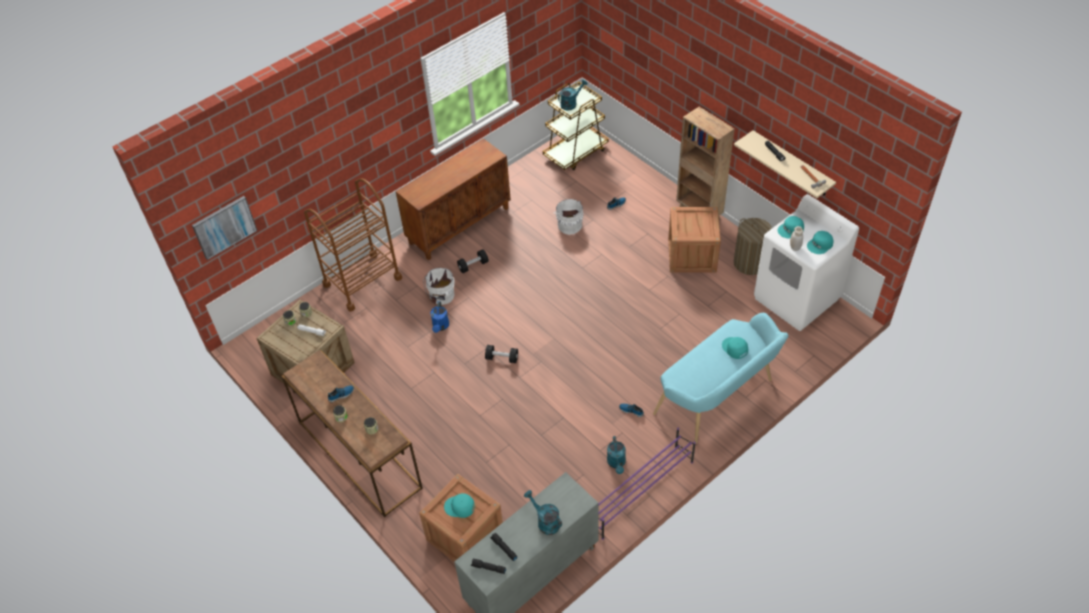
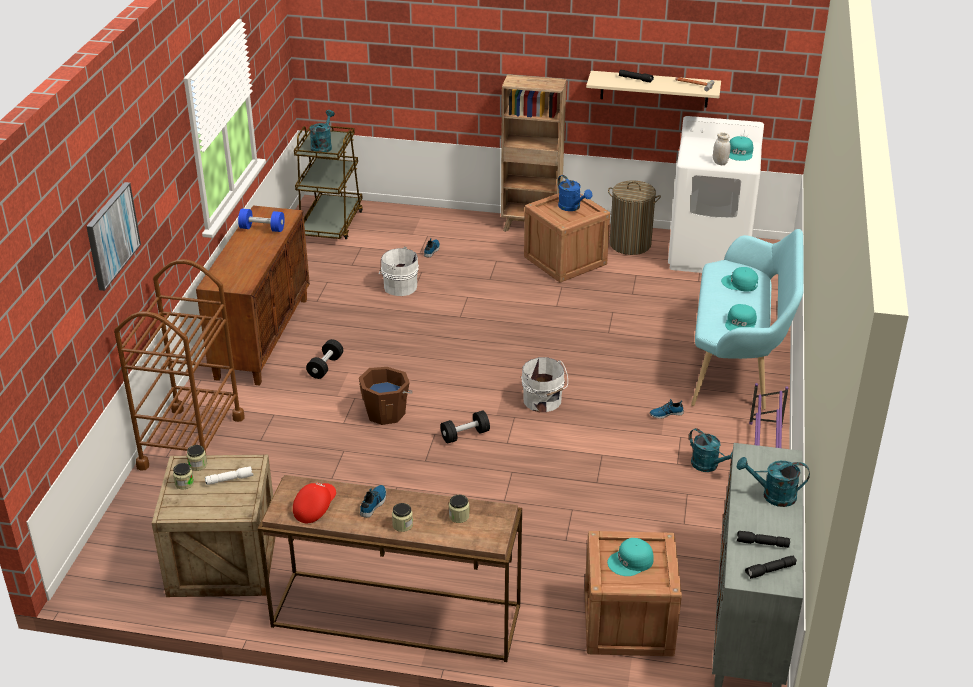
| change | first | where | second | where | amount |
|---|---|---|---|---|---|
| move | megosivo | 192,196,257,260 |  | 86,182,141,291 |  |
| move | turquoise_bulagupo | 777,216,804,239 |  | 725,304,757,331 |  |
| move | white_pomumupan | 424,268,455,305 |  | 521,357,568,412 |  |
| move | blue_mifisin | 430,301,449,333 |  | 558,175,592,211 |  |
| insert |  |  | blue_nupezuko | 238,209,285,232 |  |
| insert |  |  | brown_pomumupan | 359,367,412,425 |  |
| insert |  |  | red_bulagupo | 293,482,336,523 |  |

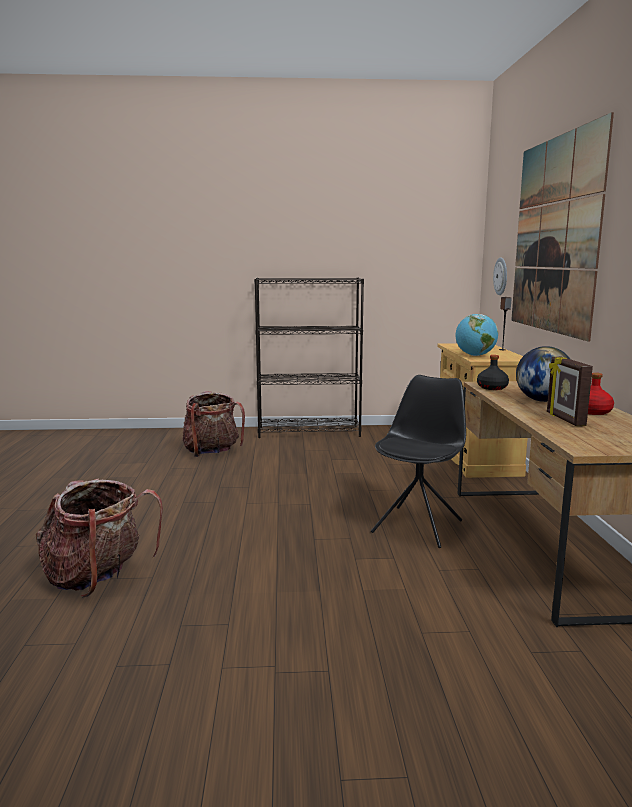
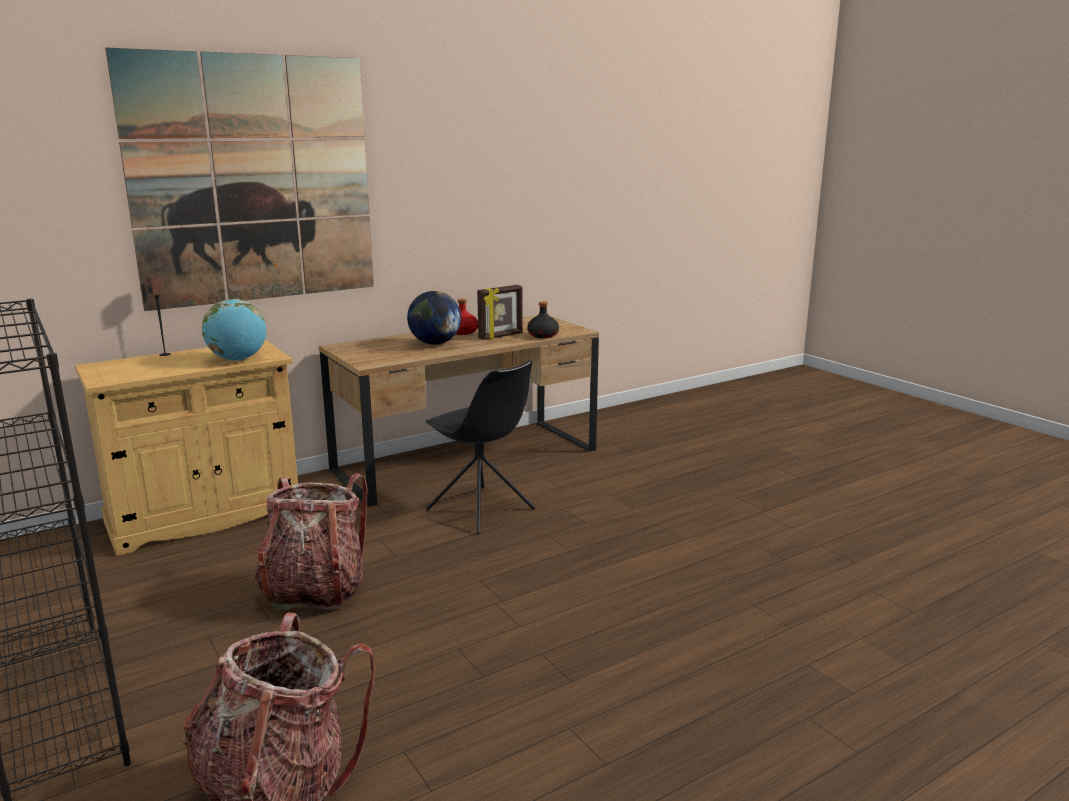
| change | first | where | second | where | amount |
|---|---|---|---|---|---|
| delete | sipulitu | 493,258,507,295 |  |  |  |
| move | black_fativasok | 477,355,509,390 |  | 527,301,559,338 |  |
| rotate | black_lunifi | 371,375,466,548 |  | 426,360,535,534 | 135 degrees counterclockwise |
| move | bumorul | 36,478,163,598 |  | 255,473,368,610 |  |

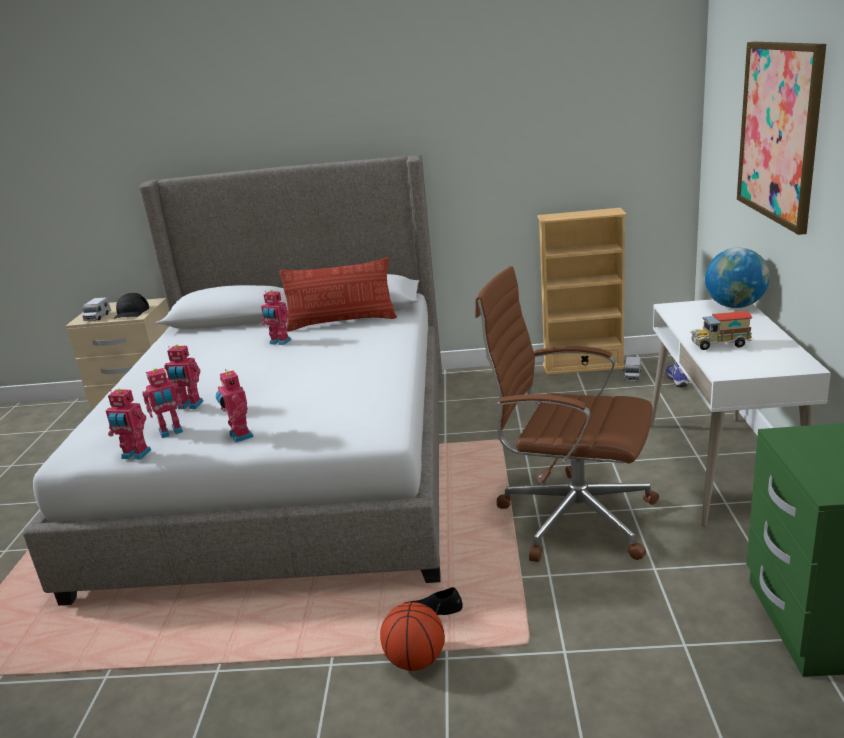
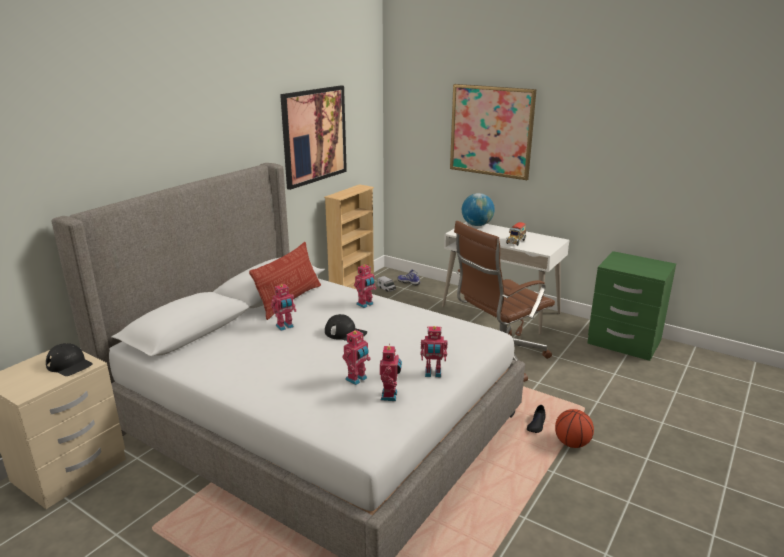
| change | first | where | second | where | amount |
|---|---|---|---|---|---|
| delete | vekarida | 82,297,111,321 |  |  |  |
| move | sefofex | 106,389,151,460 |  | 354,264,376,308 |  |
| insert |  |  | megosivo | 280,85,347,190 |  |
| insert |  |  | black_bulagupo | 325,314,367,341 |  |

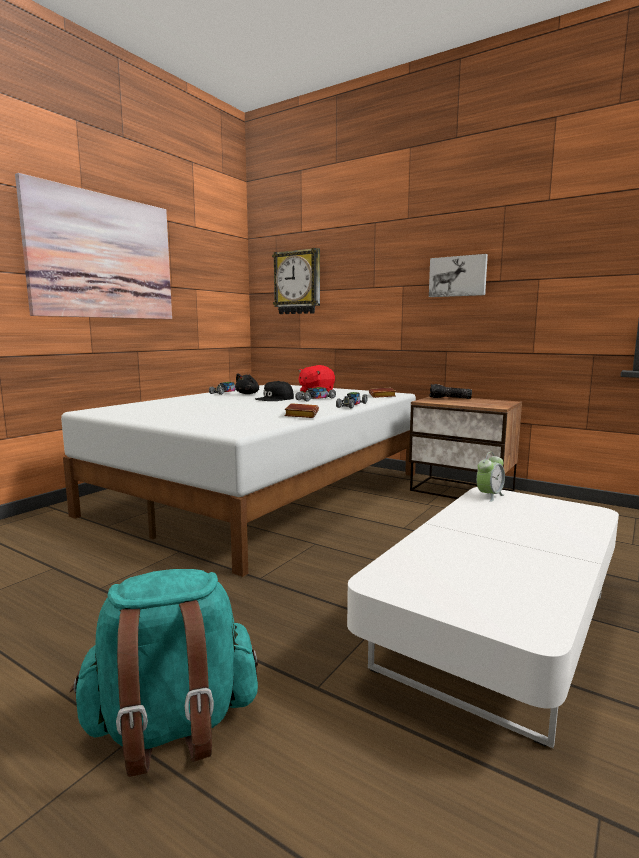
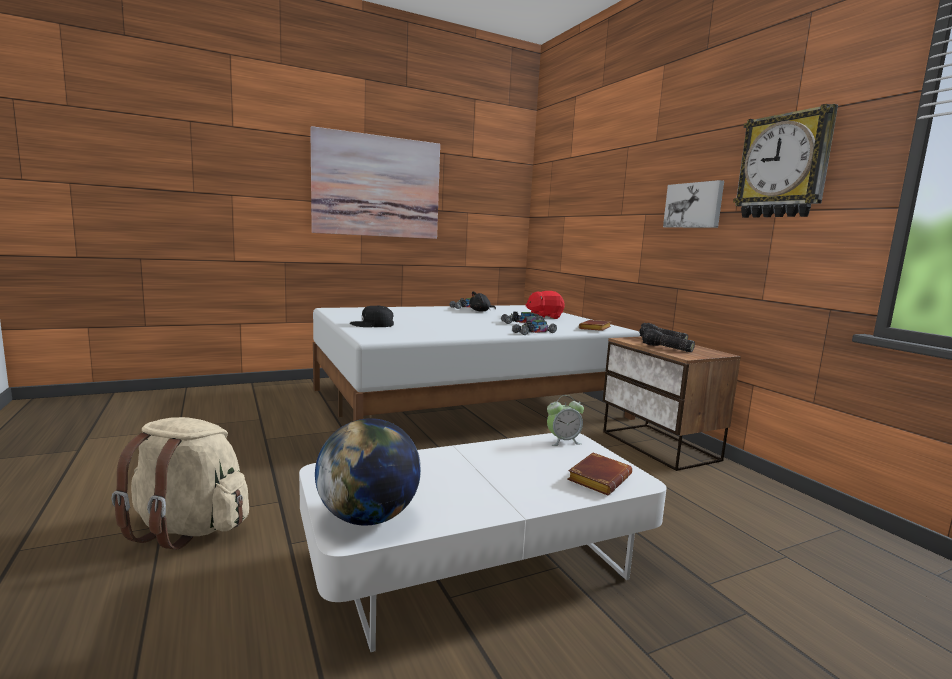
| change | first | where | second | where | amount |
|---|---|---|---|---|---|
| move | sipulitu | 272,248,320,314 |  | 733,104,838,218 |  |
| move | black_bulagupo | 255,381,294,401 |  | 350,305,394,327 |  |
| move | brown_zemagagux | 284,403,319,418 |  | 567,453,632,495 |  |
| recolor | turquoise_bumorul | 70,569,258,777 | beige_bumorul | 111,417,249,550 |  |
| insert |  |  | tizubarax | 642,328,695,352 |  |
| insert |  |  | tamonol | 315,418,421,525 |  |

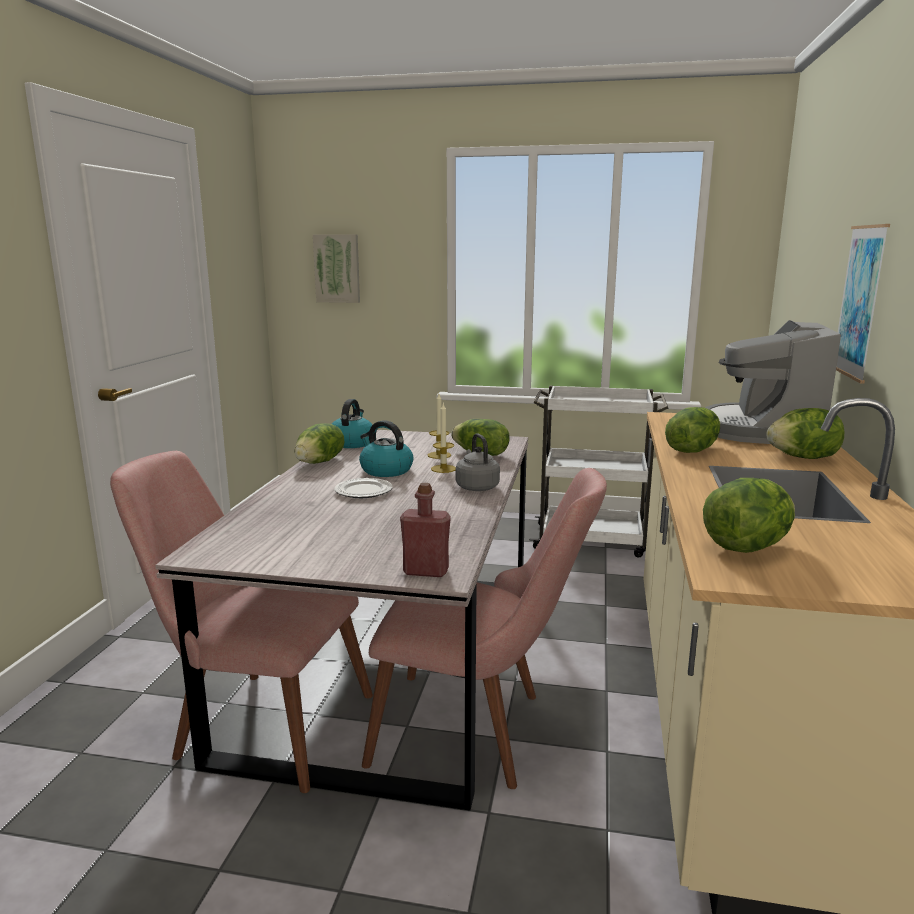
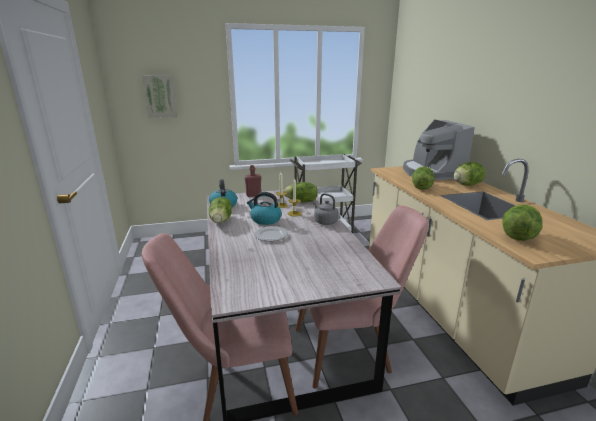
| change | first | where | second | where | amount |
|---|---|---|---|---|---|
| delete | megosivo | 836,224,890,384 |  |  |  |
| move | red_fativasok | 400,483,451,577 |  | 245,165,261,197 |  |

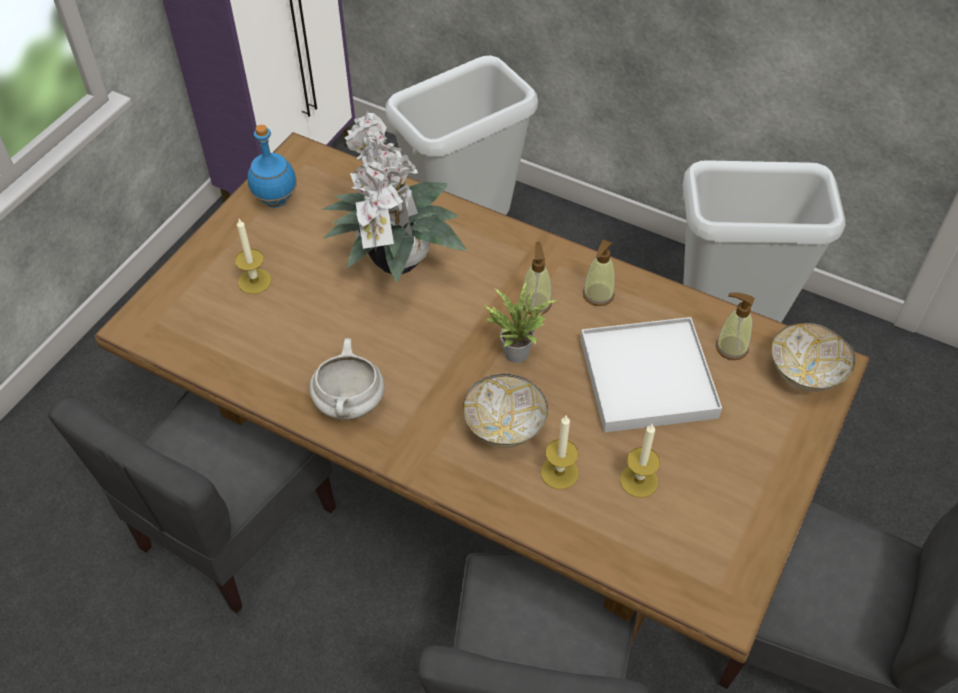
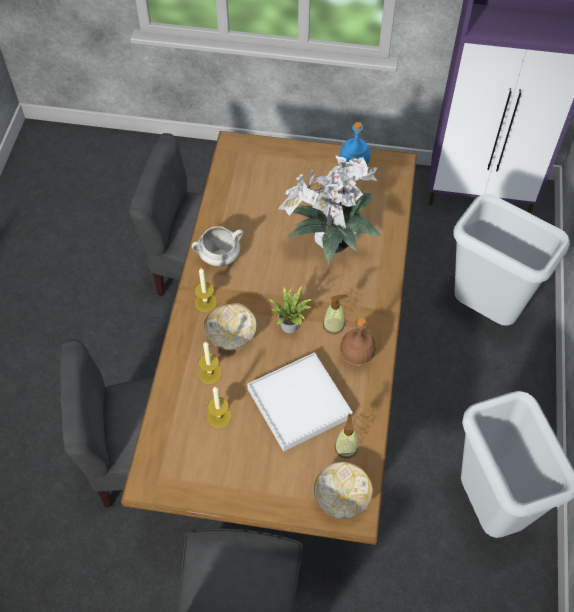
| change | first | where | second | where | amount |
|---|---|---|---|---|---|
| move | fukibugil | 235,219,272,294 |  | 194,268,217,312 |  |
| replace | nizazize | 583,239,615,306 | brown_fativasok | 340,318,376,366 |  |

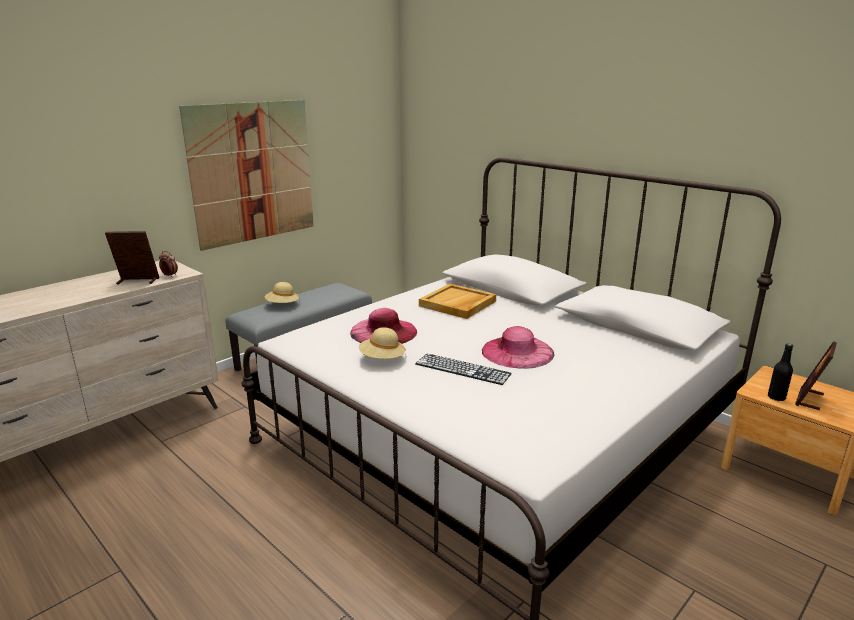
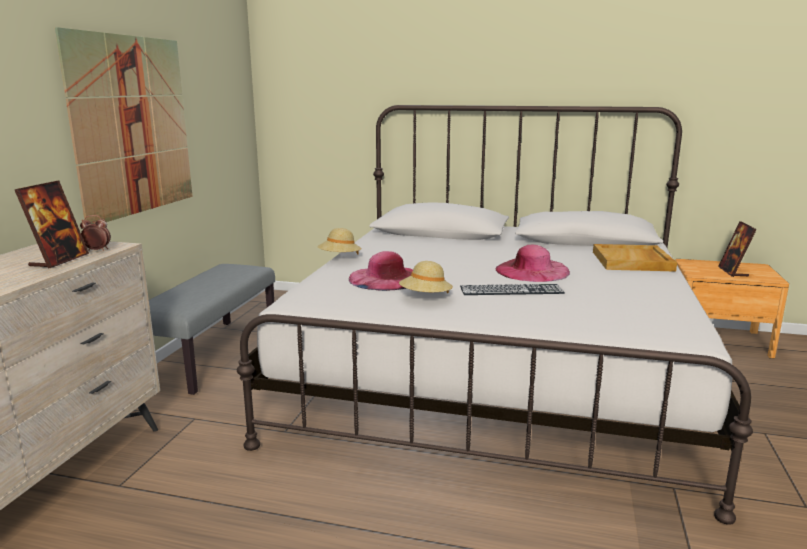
| change | first | where | second | where | amount |
|---|---|---|---|---|---|
| rotate | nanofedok | 105,231,160,285 |  | 15,180,89,269 | 135 degrees clockwise |
| move | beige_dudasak | 265,282,300,304 |  | 317,228,362,255 |  |
| move | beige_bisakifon | 419,284,496,319 |  | 593,244,677,272 |  |
| delete | black_fativasok | 768,343,793,401 |  |  |  |

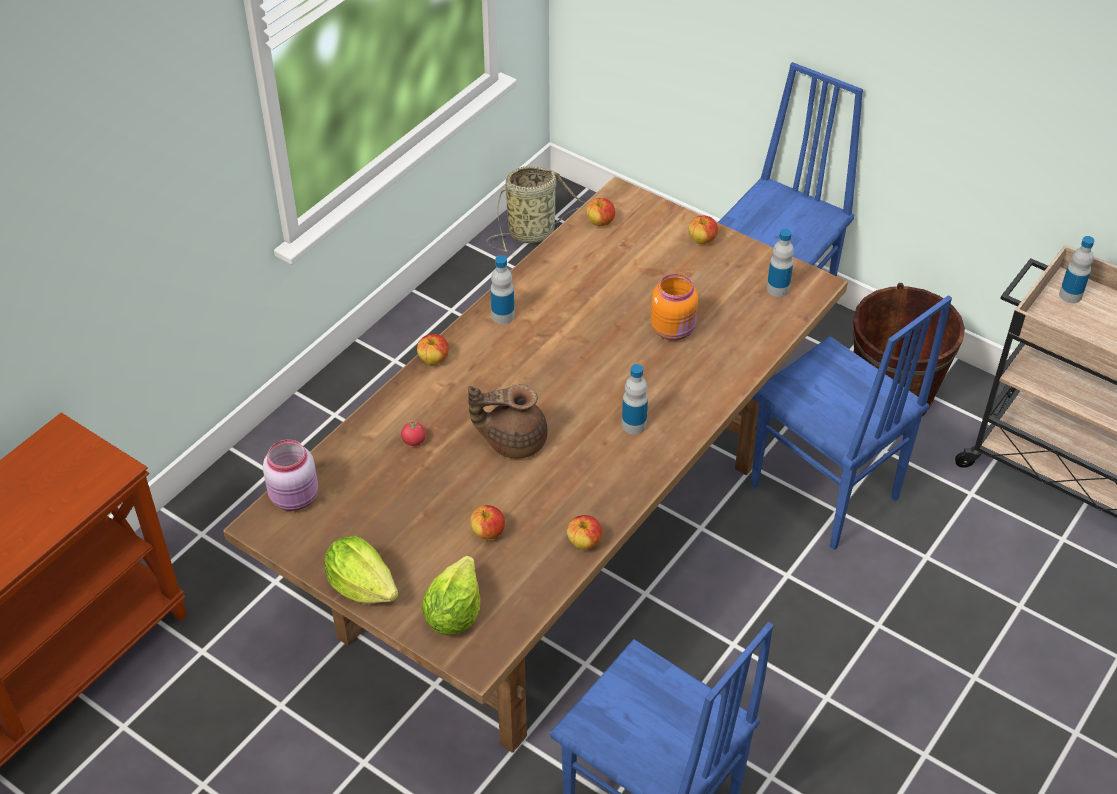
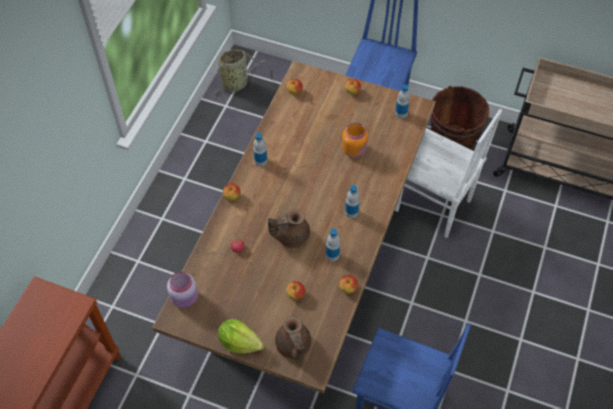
| change | first | where | second | where | amount |
|---|---|---|---|---|---|
| move | fativasok | 1059,236,1095,303 |  | 326,229,340,261 |  |
| recolor | blue_lunifi | 751,295,952,550 | white_lunifi | 395,109,502,238 |  |
| replace | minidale | 421,556,480,635 | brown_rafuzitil | 275,316,311,361 |  |

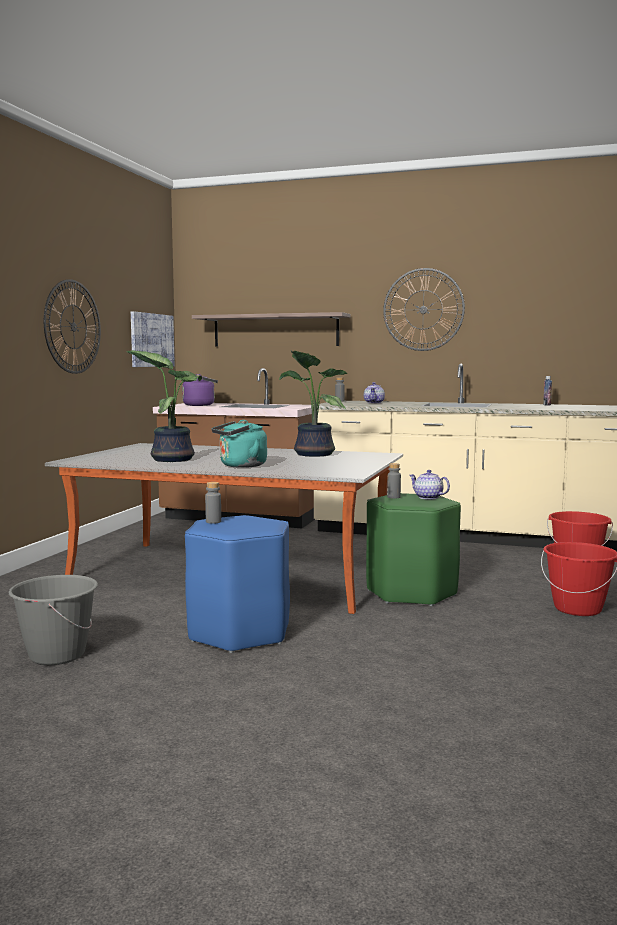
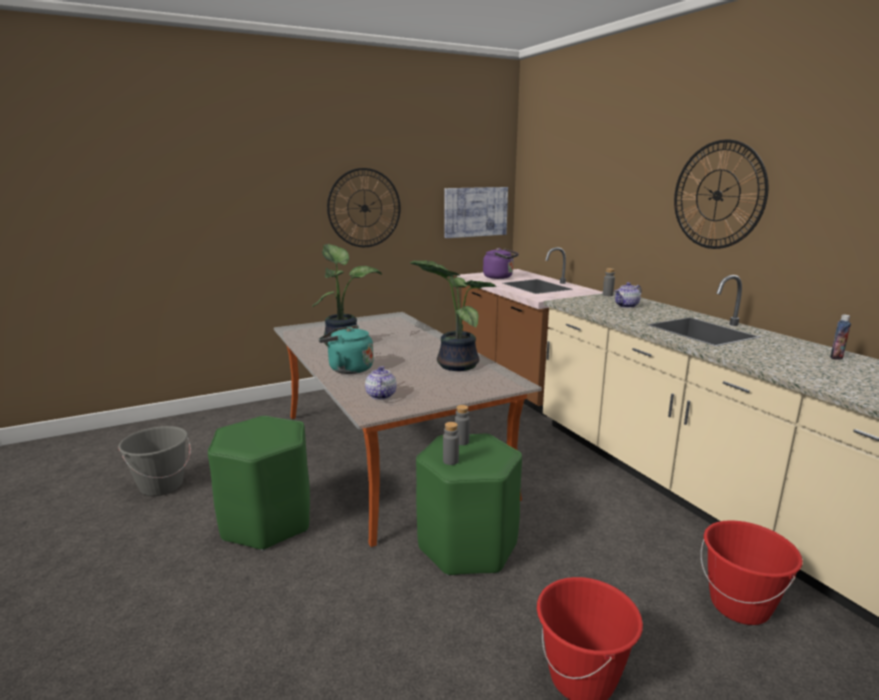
| change | first | where | second | where | amount |
|---|---|---|---|---|---|
| delete | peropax | 192,312,351,347 |  |  |  |
| move | rafuzitil | 409,470,450,499 |  | 365,366,397,400 |  |
| move | grey_fativasok | 205,482,221,524 |  | 443,422,459,465 |  |
| recolor | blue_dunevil | 185,515,290,653 | green_dunevil | 208,416,310,551 |  |

